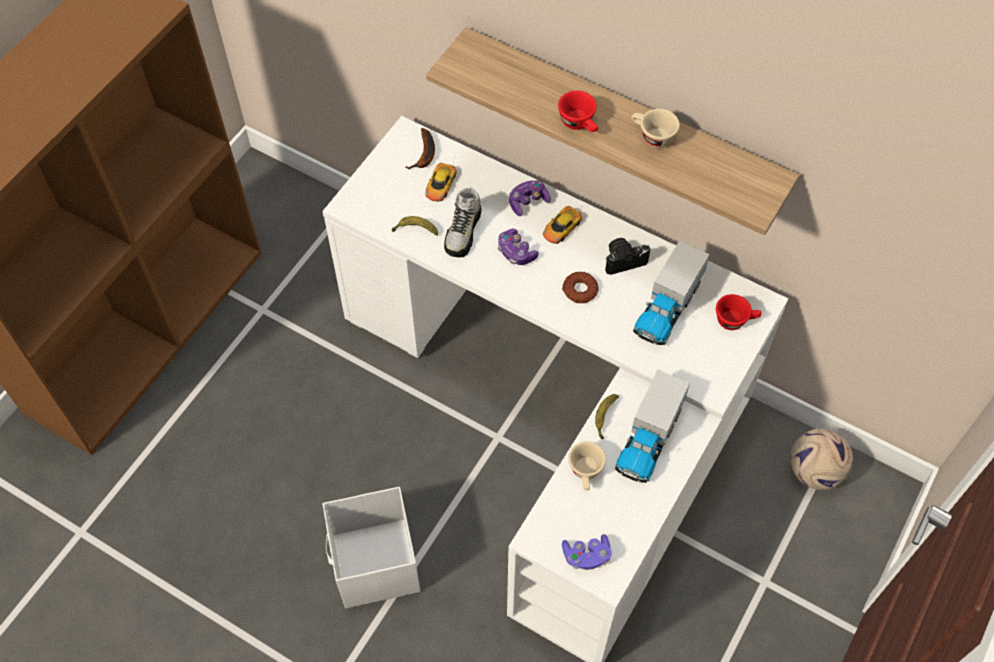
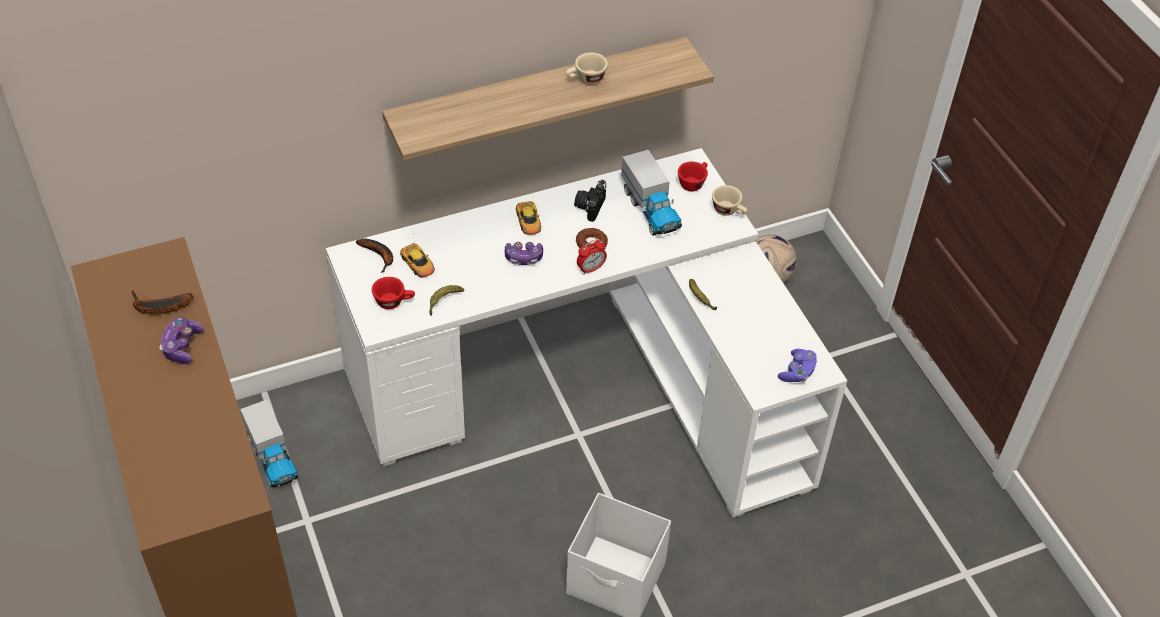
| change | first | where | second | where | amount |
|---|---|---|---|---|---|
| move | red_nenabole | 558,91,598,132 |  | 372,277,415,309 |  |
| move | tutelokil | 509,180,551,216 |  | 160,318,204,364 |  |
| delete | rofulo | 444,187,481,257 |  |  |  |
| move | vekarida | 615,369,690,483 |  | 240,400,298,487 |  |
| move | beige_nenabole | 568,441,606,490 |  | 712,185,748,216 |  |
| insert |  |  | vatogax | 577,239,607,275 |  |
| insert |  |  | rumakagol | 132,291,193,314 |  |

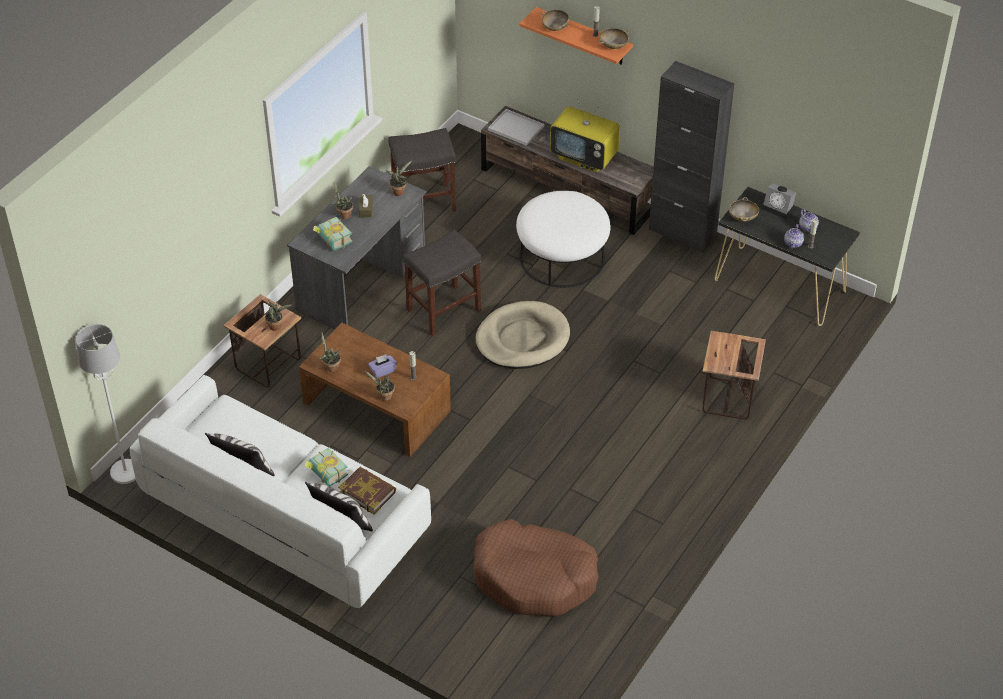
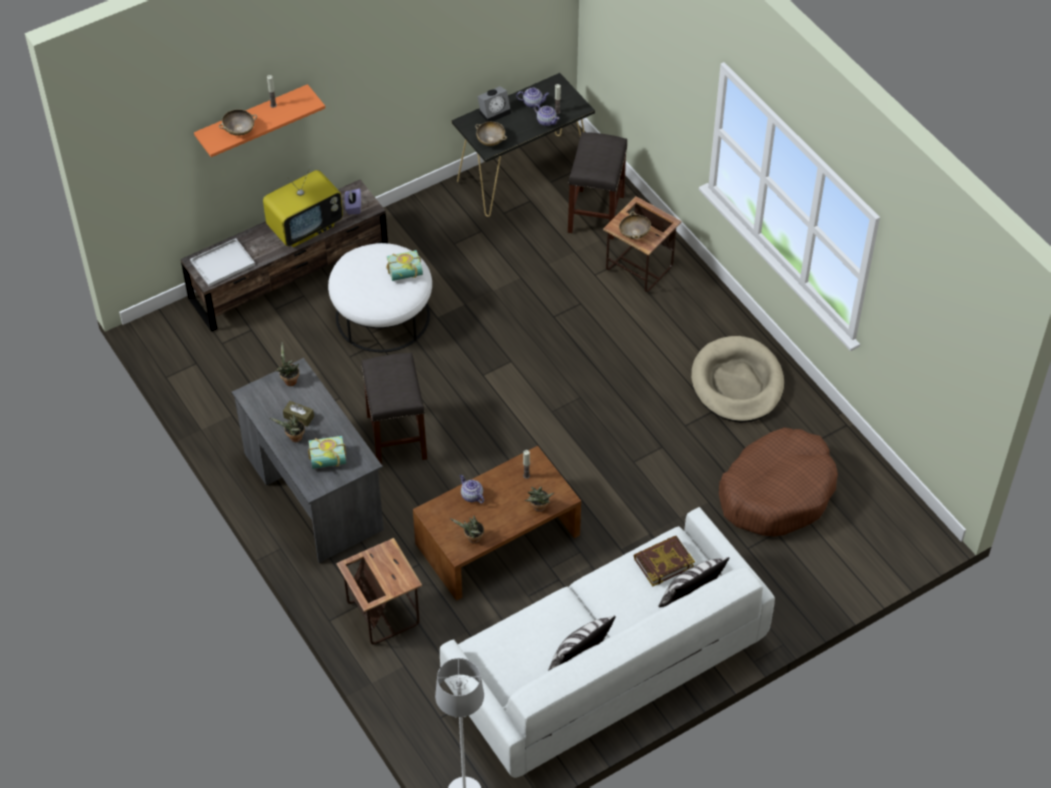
| change | first | where | second | where | amount |
|---|---|---|---|---|---|
| move | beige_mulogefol | 599,28,629,49 |  | 619,211,651,239 |  |
| delete | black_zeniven | 649,61,734,253 |  |  |  |
| move | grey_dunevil | 388,128,456,212 |  | 568,132,628,240 |  |
| delete | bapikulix | 265,300,293,331 |  |  |  |
| move | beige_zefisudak | 476,301,570,369 |  | 691,336,784,423 |  |
| move | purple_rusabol | 368,354,397,378 |  | 344,189,361,215 |  |
| move | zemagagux | 304,448,348,486 |  | 387,250,423,281 |  |
| insert |  |  | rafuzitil | 460,475,484,503 |  |

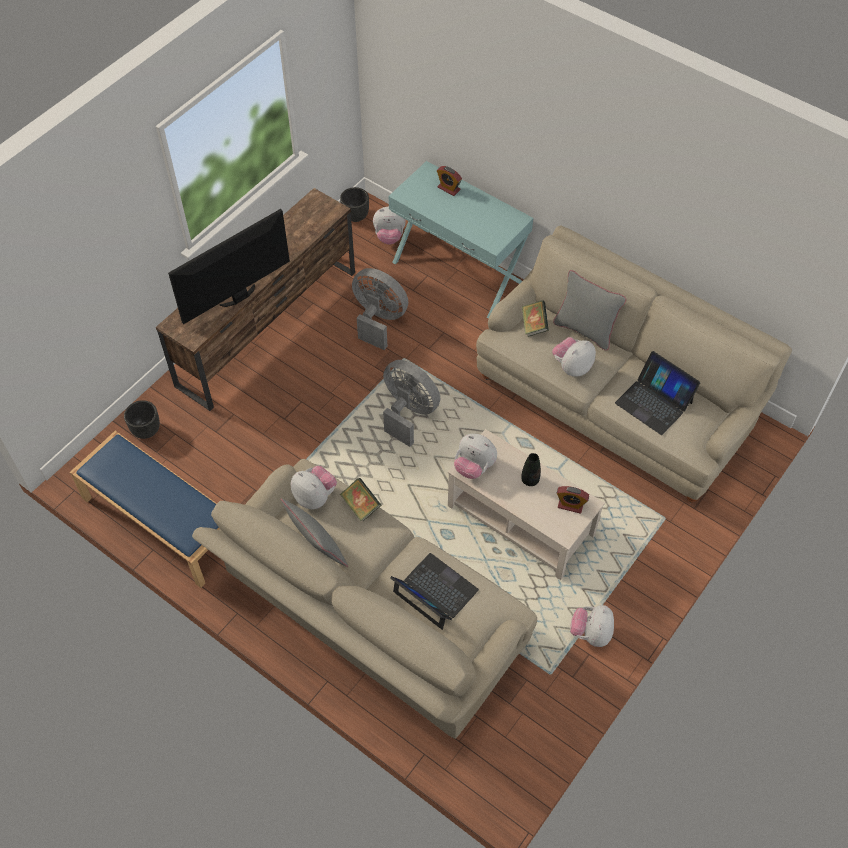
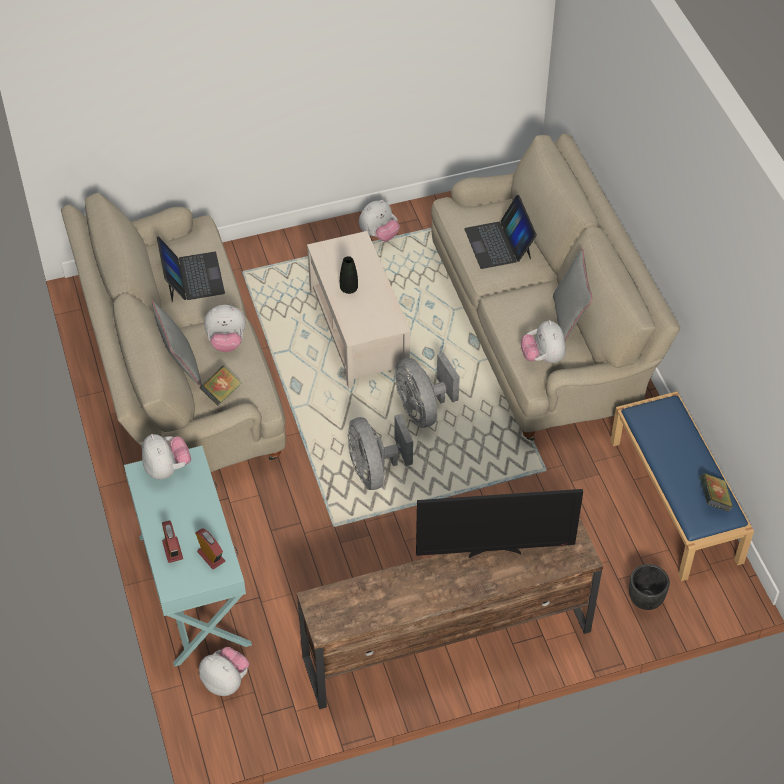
| change | first | where | second | where | amount |
|---|---|---|---|---|---|
| delete | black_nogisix | 340,187,369,222 |  |  |  |
| move | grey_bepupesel | 352,268,408,350 |  | 395,352,460,428 |  |
| move | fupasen | 454,434,497,479 |  | 142,434,191,480 |  |
| move | zemagagux | 340,478,381,522 |  | 700,473,733,512 |  |
| move | vatogax | 557,486,589,514 |  | 195,528,225,569 |  |

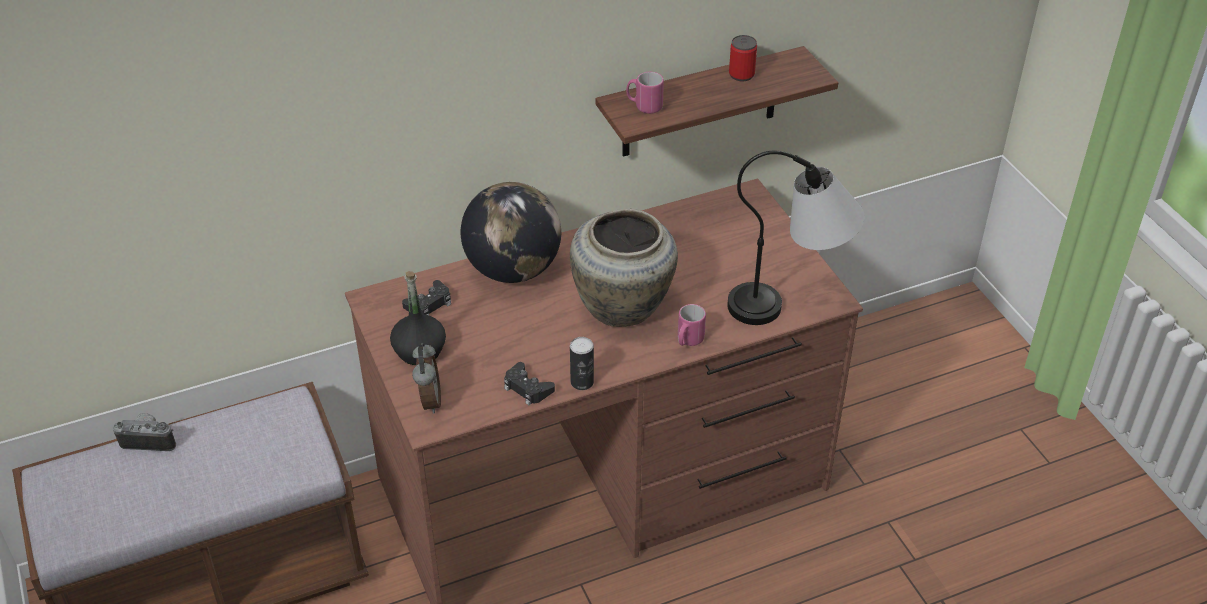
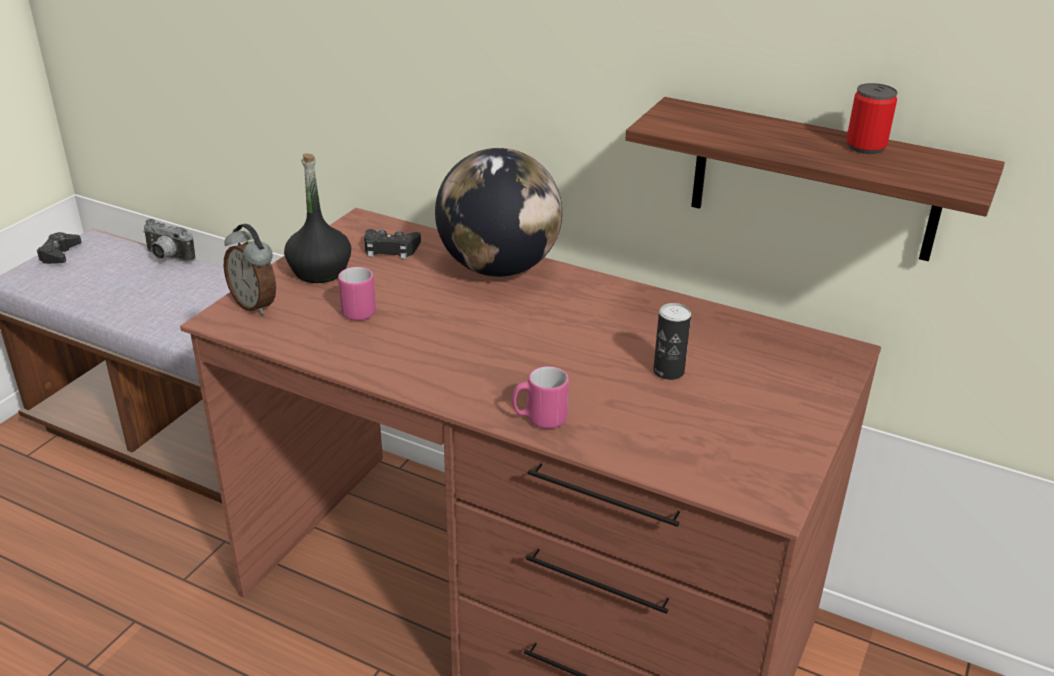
| change | first | where | second | where | amount |
|---|---|---|---|---|---|
| move | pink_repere | 626,72,664,114 |  | 338,267,376,321 |  |
| delete | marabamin | 727,151,864,325 |  |  |  |
| delete | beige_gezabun | 570,209,678,327 |  |  |  |
| move | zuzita | 570,337,594,390 |  | 653,303,691,380 |  |
| rotate | vatogax | 412,343,441,414 |  | 224,224,276,315 | 90 degrees clockwise |
| move | black_tutelokil | 504,362,555,405 |  | 37,232,82,264 |  |
| rotate | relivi | 113,413,176,451 |  | 143,219,195,262 | 150 degrees clockwise |

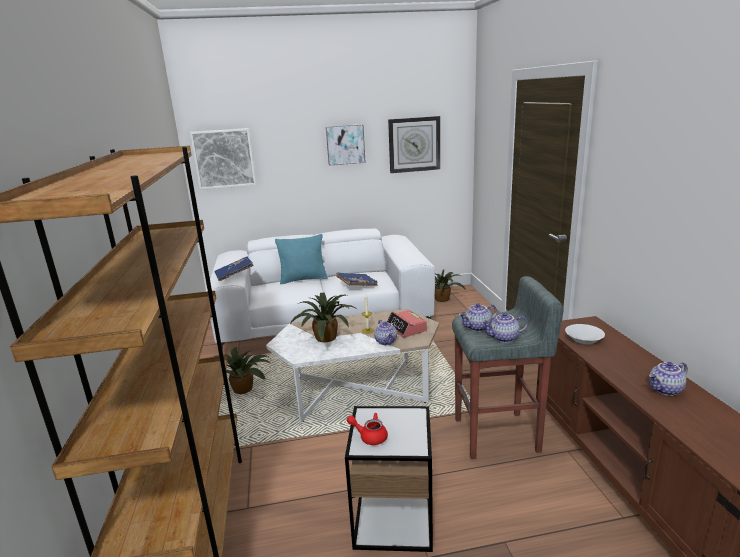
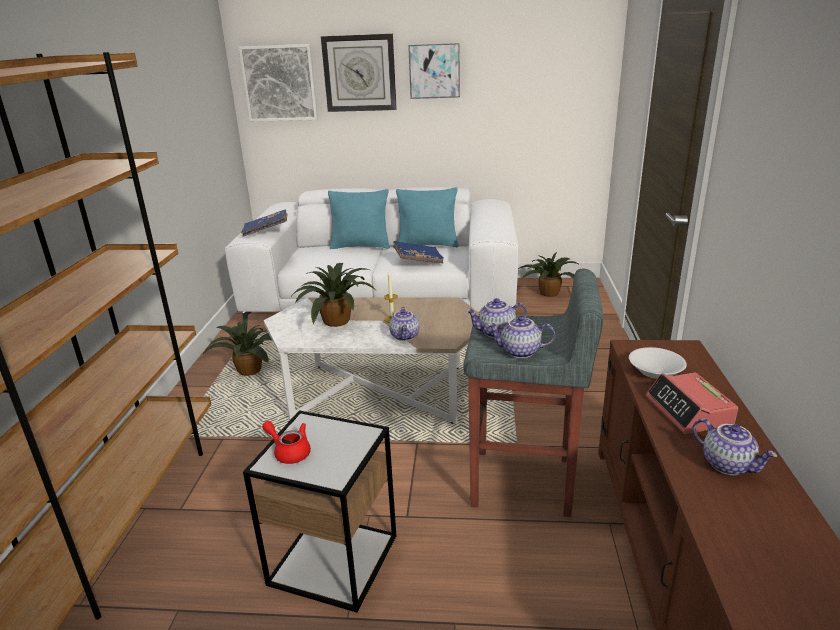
| change | first | where | second | where | amount |
|---|---|---|---|---|---|
| move | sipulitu | 388,116,440,173 |  | 321,34,397,112 |  |
| move | vatogax | 387,310,427,338 |  | 646,373,738,434 |  |
| rotate | rafuzitil | 649,362,688,396 |  | 692,418,777,475 | 120 degrees counterclockwise |
| insert |  |  | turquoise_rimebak | 396,187,459,247 |  |

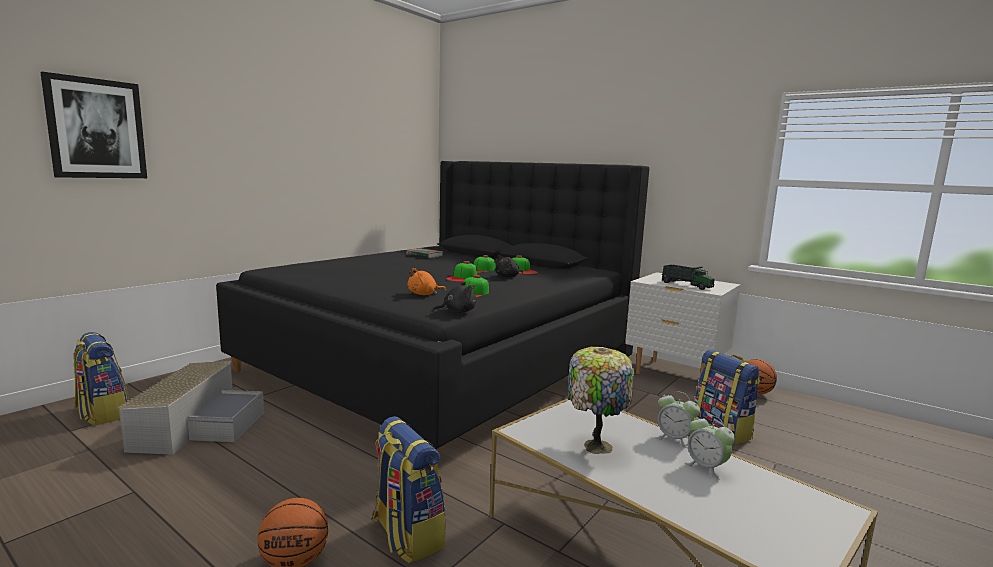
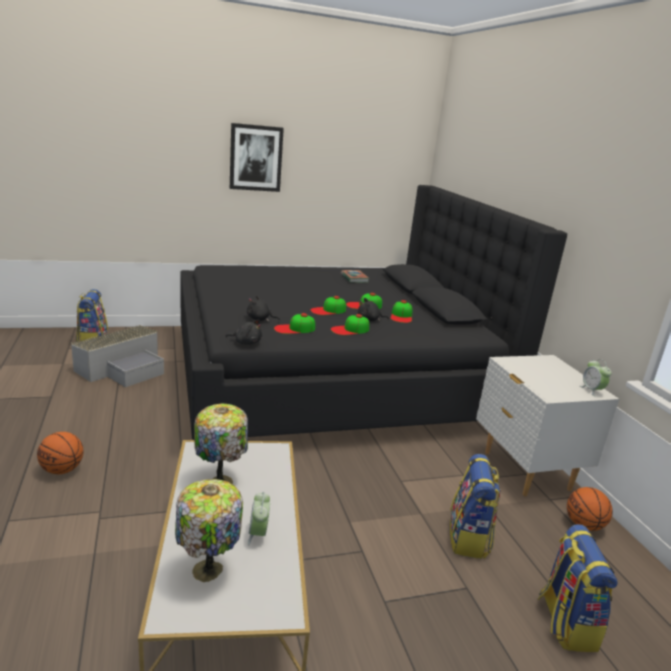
| change | first | where | second | where | amount |
|---|---|---|---|---|---|
| move | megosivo | 40,72,147,178 |  | 230,123,284,192 |  |
| delete | vekarida | 661,264,715,290 |  |  |  |
| recolor | orange_fupasen | 407,268,446,295 | black_fupasen | 247,295,280,321 |  |
| move | vatogax | 655,391,700,448 |  | 580,359,612,397 |  |
| move | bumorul | 371,416,446,563 |  | 538,524,618,652 |  |
| insert |  |  | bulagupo | 331,314,369,335 |  |
| insert |  |  | marabamin | 175,479,243,582 |  |

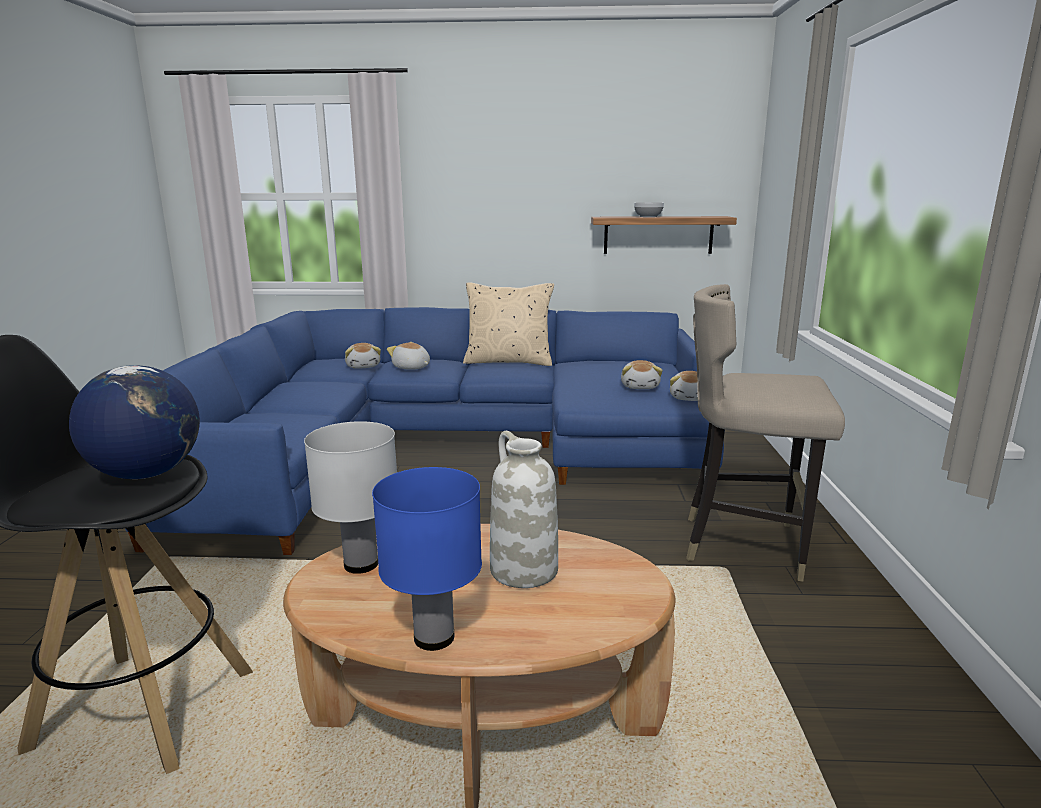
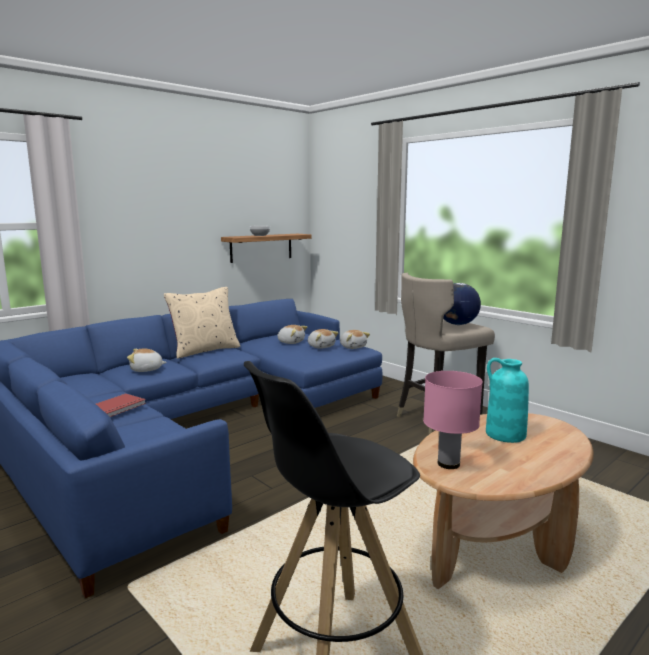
| change | first | where | second | where | amount |
|---|---|---|---|---|---|
| move | fupasen | 345,343,381,369 |  | 277,325,307,344 |  |
| move | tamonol | 69,365,200,479 |  | 443,283,481,325 |  |
| recolor | white_marabamin | 304,421,397,574 | pink_marabamin | 423,371,483,469 |  |
| recolor | white_gezabun | 490,431,558,588 | turquoise_gezabun | 486,358,529,443 |  |
| delete | blue_marabamin | 372,467,482,651 |  |  |  |
| insert |  |  | red_zemagagux | 96,393,146,417 |  |

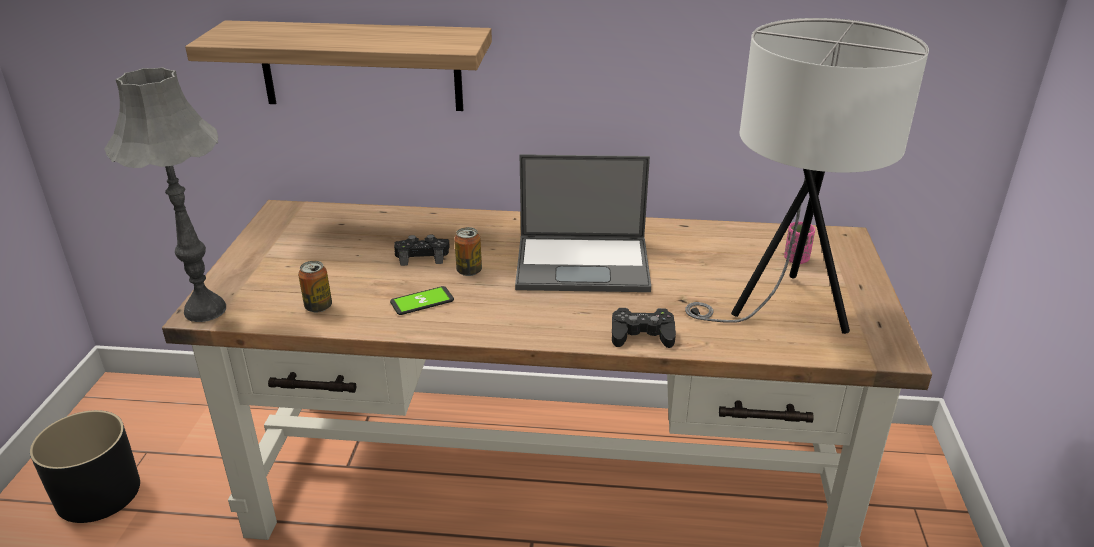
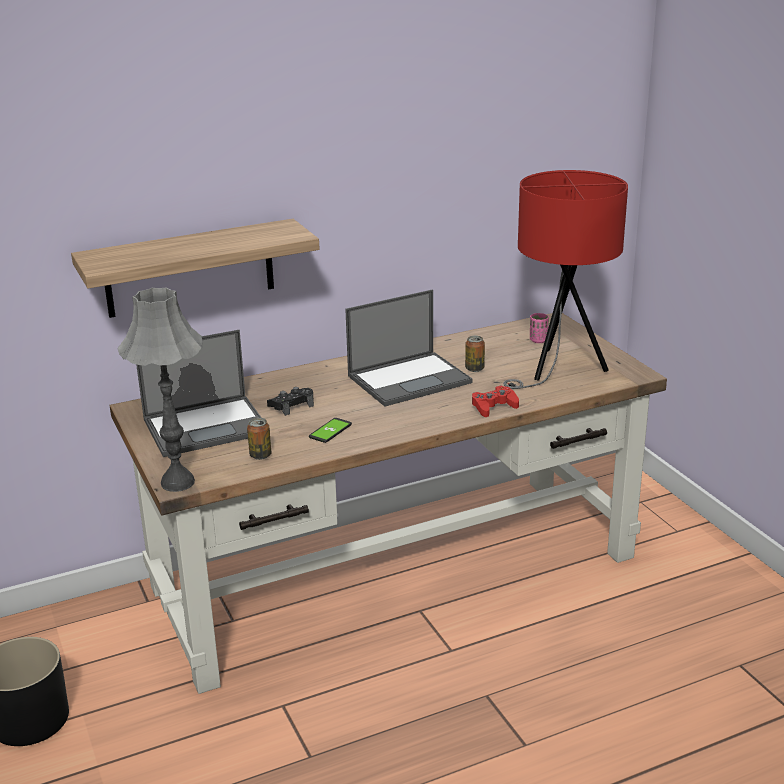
| change | first | where | second | where | amount |
|---|---|---|---|---|---|
| recolor | white_marabamin | 685,18,929,334 | red_marabamin | 503,170,628,389 |  |
| move | zuzita | 454,227,482,276 |  | 465,336,485,372 |  |
| recolor | black_tutelokil | 612,308,676,348 | red_tutelokil | 472,386,519,417 |  |
| insert |  |  | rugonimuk | 136,330,262,457 |  |

